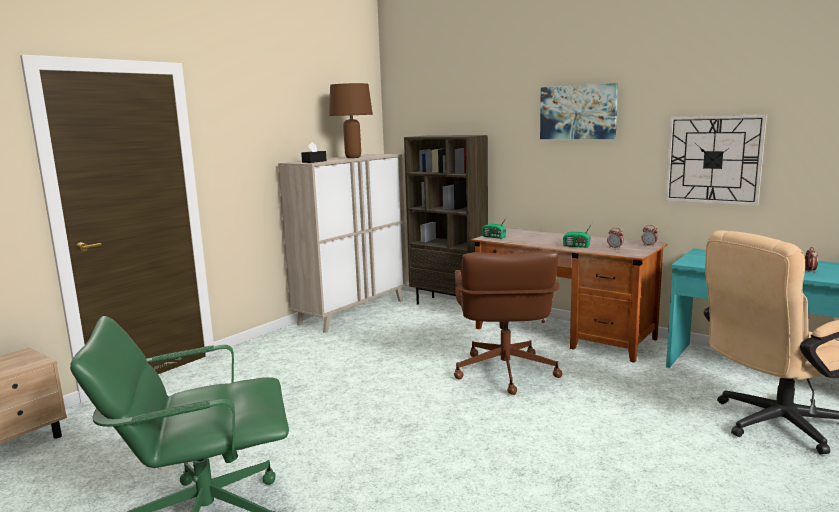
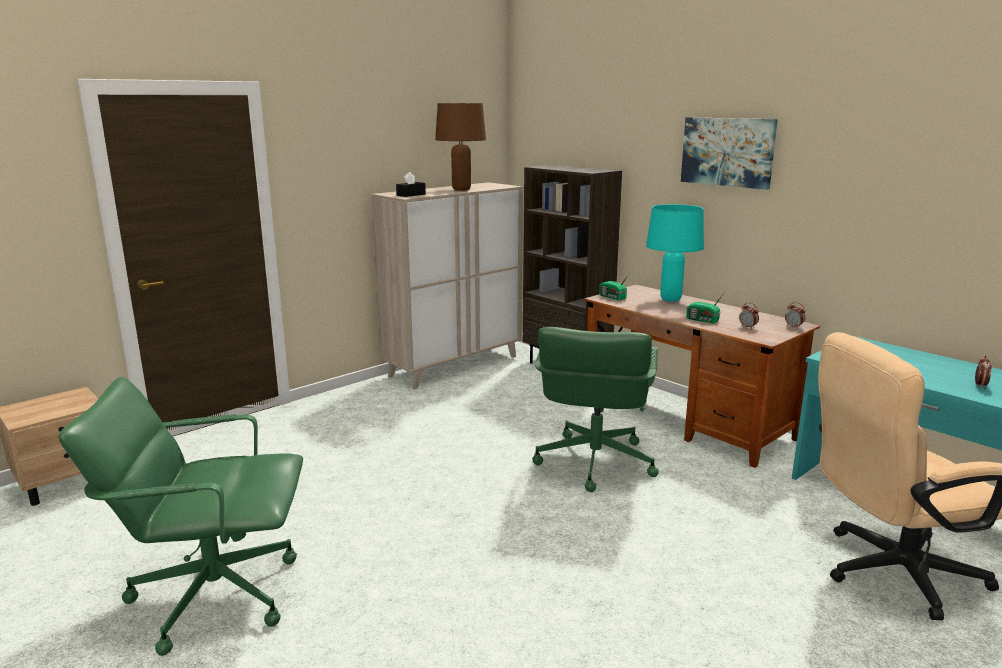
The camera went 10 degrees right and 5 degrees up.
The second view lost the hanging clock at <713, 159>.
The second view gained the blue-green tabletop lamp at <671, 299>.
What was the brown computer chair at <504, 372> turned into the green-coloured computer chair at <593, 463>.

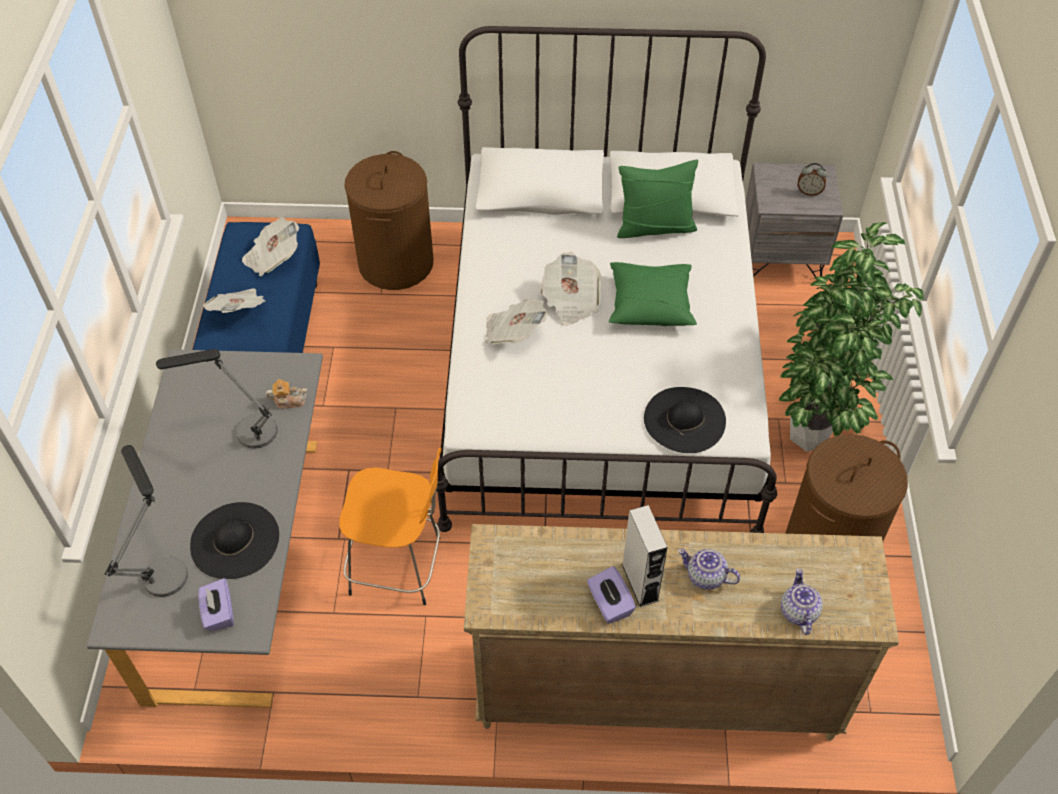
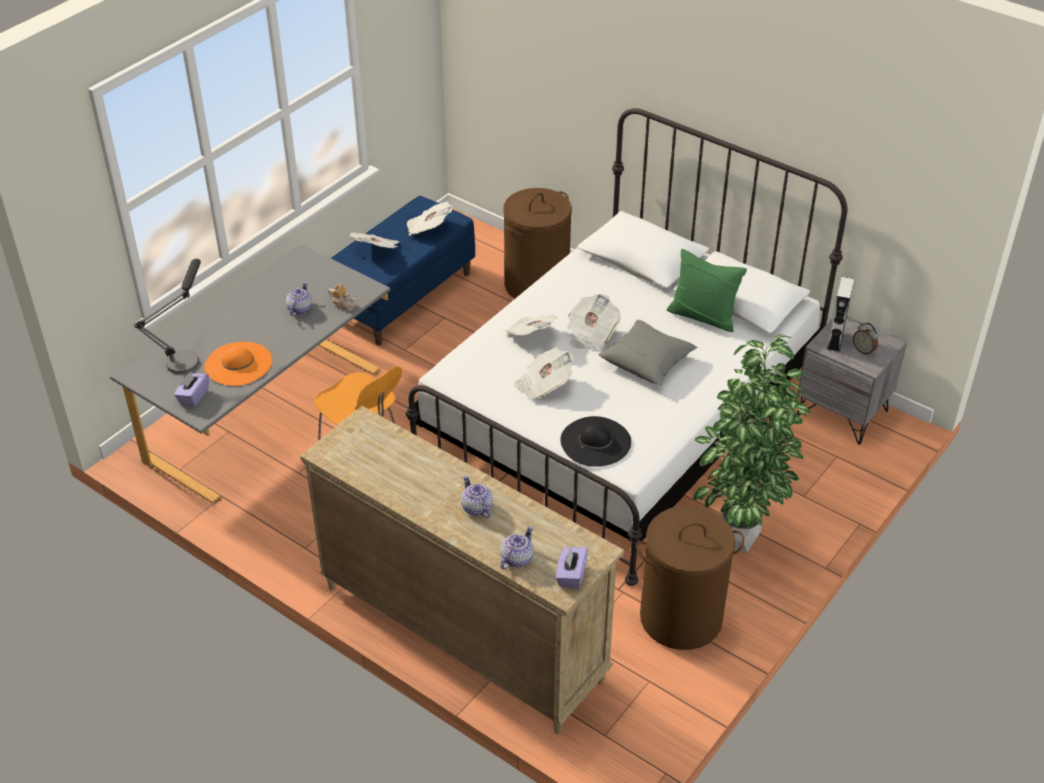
The camera went 35 degrees right and 10 degrees down.
The second view gained the daily paper at <543, 385>.
The purple-coloured tissue holder ended up elsewhere, having gone from <609, 604> to <571, 575>.
The grey audio speaker ended up elsewhere, having gone from <640, 582> to <835, 340>.
Where the tabletop lamp stood at <244, 432>, the pot for tea came to stand at <299, 309>.
What was the black wearable hat at <235, 540> turned into the orange-coloured wearable hat at <238, 364>.
What was the green-coloured throw pillow at <650, 304> turned into the grey throw pillow at <647, 361>.

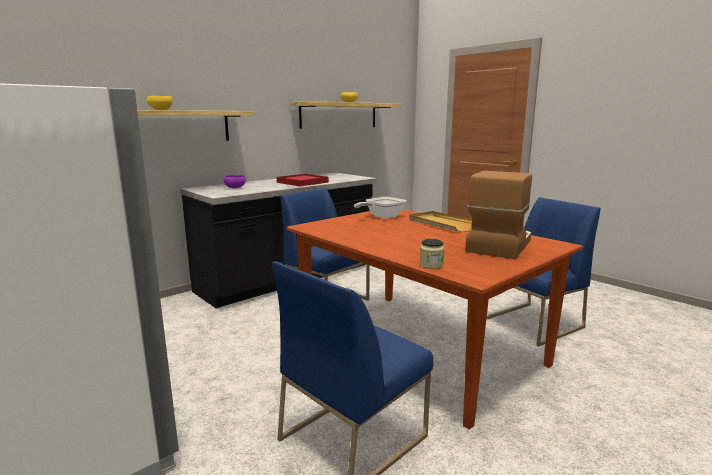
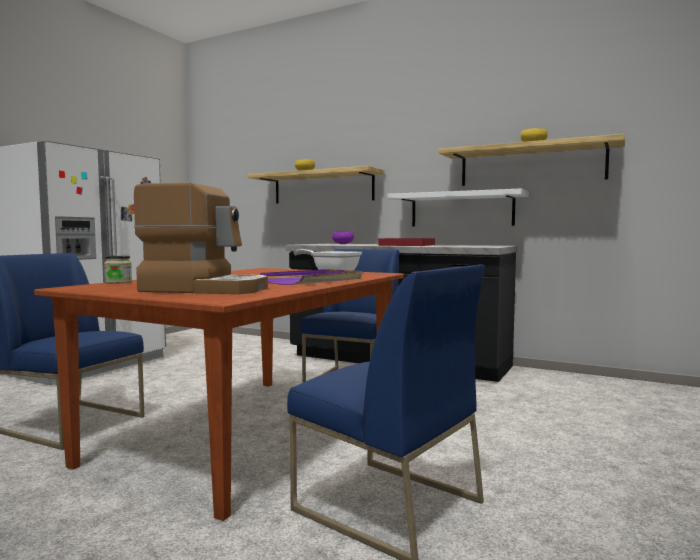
The camera went 70 degrees right and 10 degrees down.
The second view gained the white bracket shelf at <461, 210>.
What was the beige-coloured tray at <443, 224> turned into the purple-coloured tray at <314, 280>.

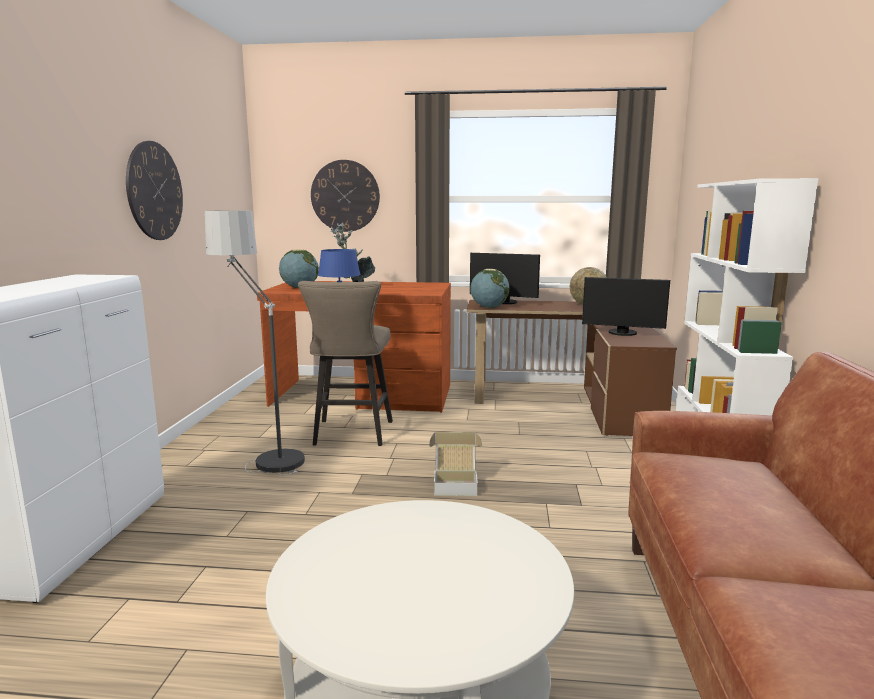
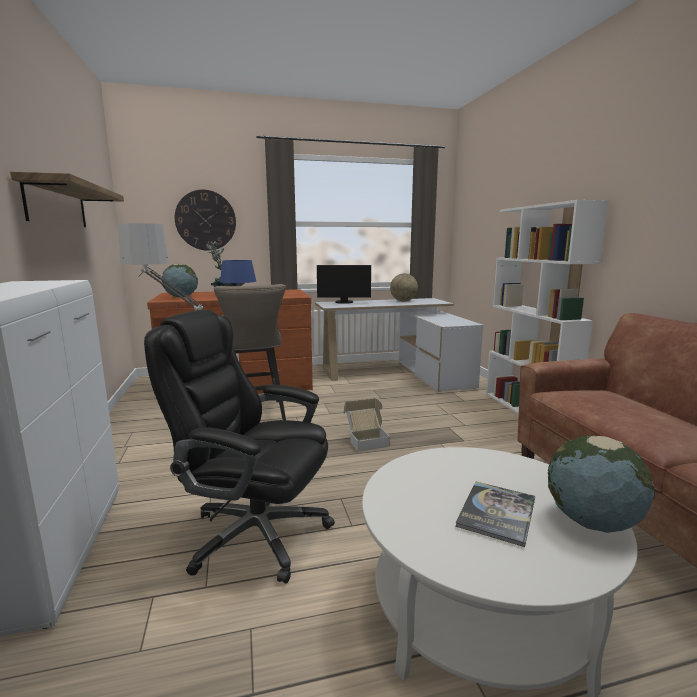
The camera went 20 degrees left and 0 degrees up.
The second view lost the computer screen at <622, 333>.
The second view gained the black computer chair at <254, 533>.
The second view gained the bound book at <497, 513>.
The world globe ended up elsewhere, having gone from <489, 307> to <591, 522>.
Where the hanging clock hung at <155, 191>, the bracket shelf came to hang at <57, 205>.
What was the brown desk unit at <572, 403> turned into the white desk unit at <399, 373>.

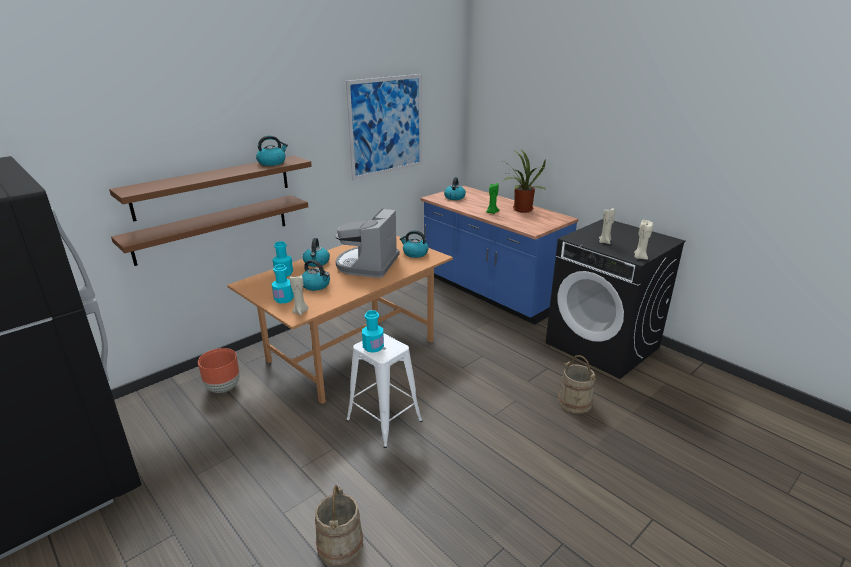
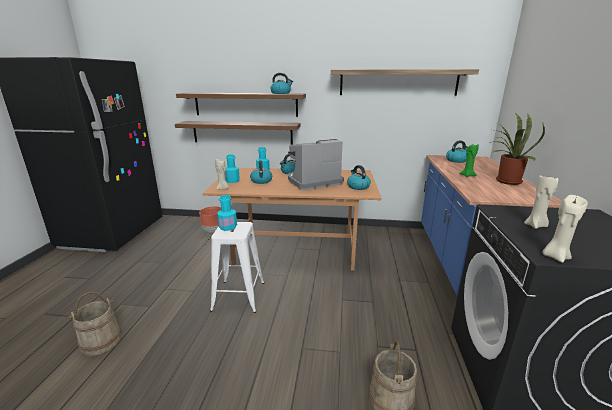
The camera went 50 degrees right and 5 degrees down.
Where the wall art hung at <386, 126>, the bracket shelf came to hang at <398, 82>.

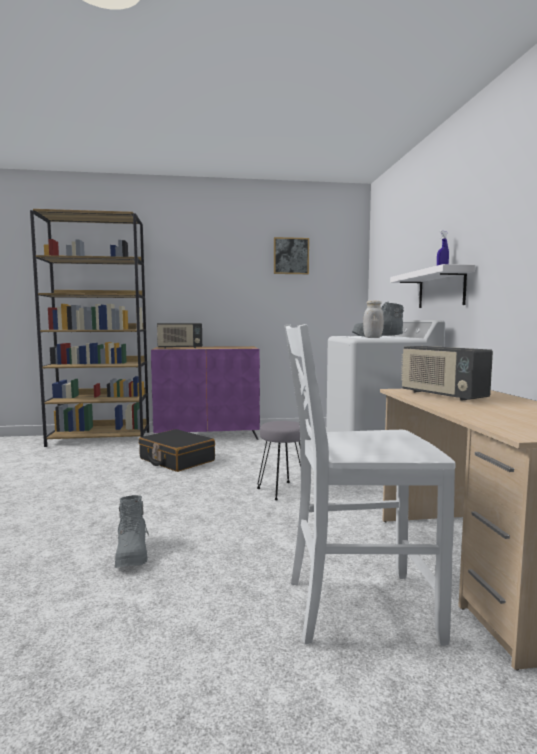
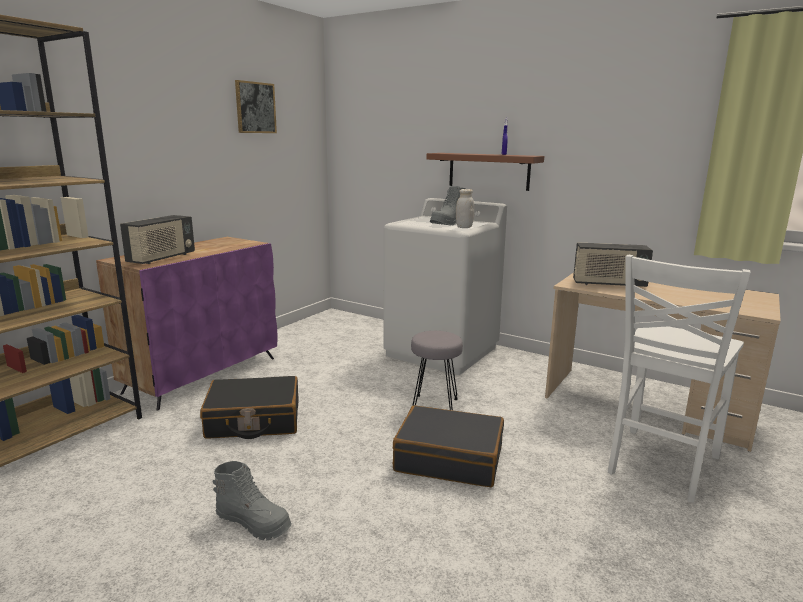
The camera went 50 degrees left and 10 degrees up.
The second view gained the black travel case at <449, 459>.
The grey boot ended up elsewhere, having gone from <132, 554> to <254, 522>.
What was the white bracket shelf at <441, 289> turned into the brown bracket shelf at <488, 171>.

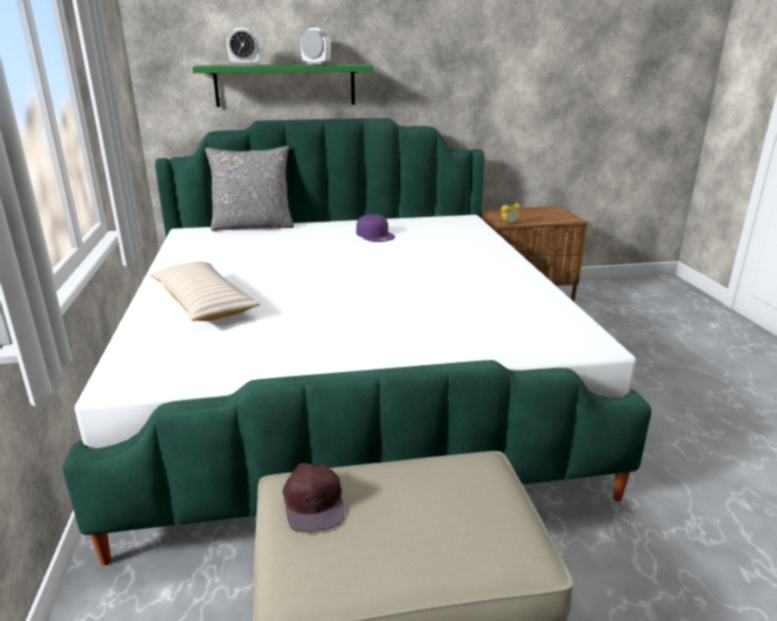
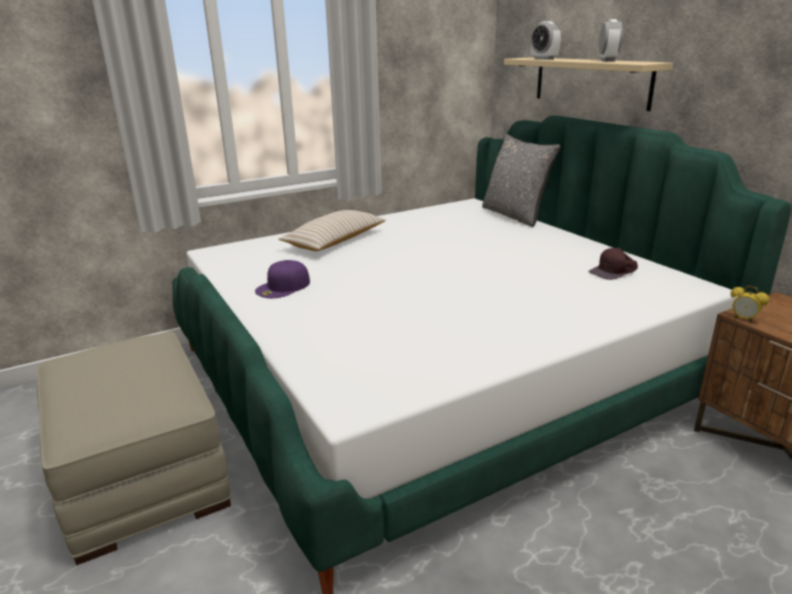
The camera went 70 degrees right and 0 degrees up.
The brown cap ended up elsewhere, having gone from <314, 501> to <614, 271>.
The purple-coloured cap ended up elsewhere, having gone from <375, 235> to <283, 287>.
What was the green-coloured bracket shelf at <285, 85> turned into the beige-coloured bracket shelf at <591, 82>.

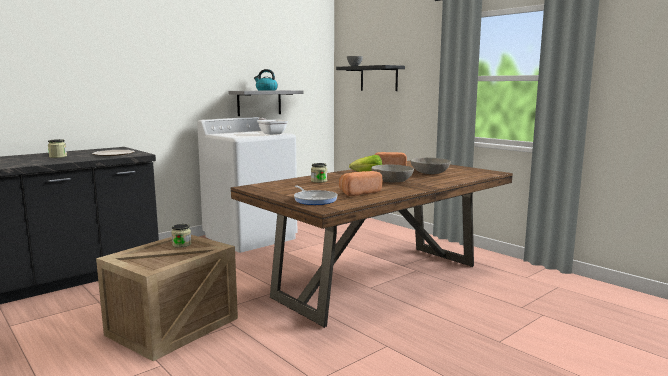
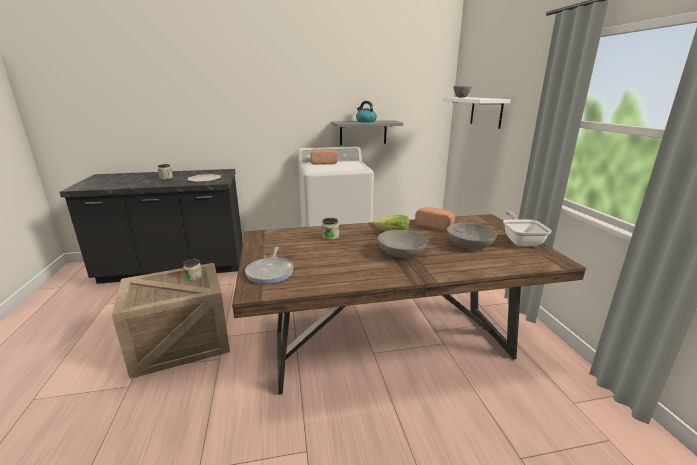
The camera went 30 degrees right and 10 degrees up.
The skillet ended up elsewhere, having gone from <271, 133> to <521, 241>.
The bread ended up elsewhere, having gone from <358, 193> to <324, 163>.
What was the black bracket shelf at <379, 78> turned into the white bracket shelf at <486, 112>.

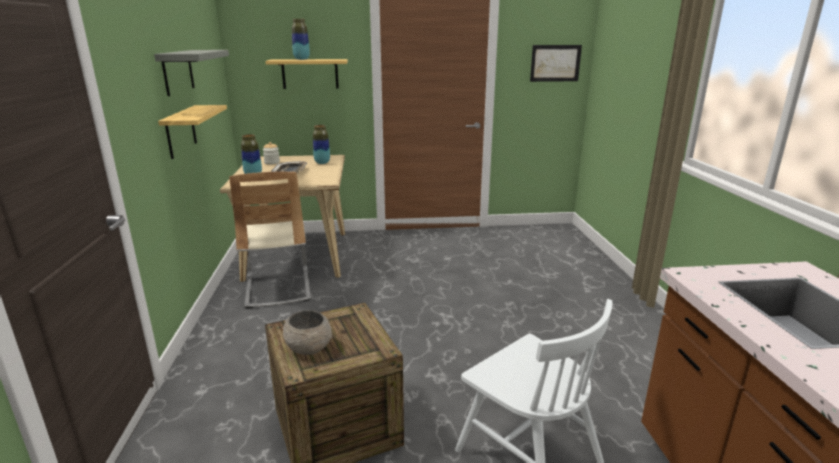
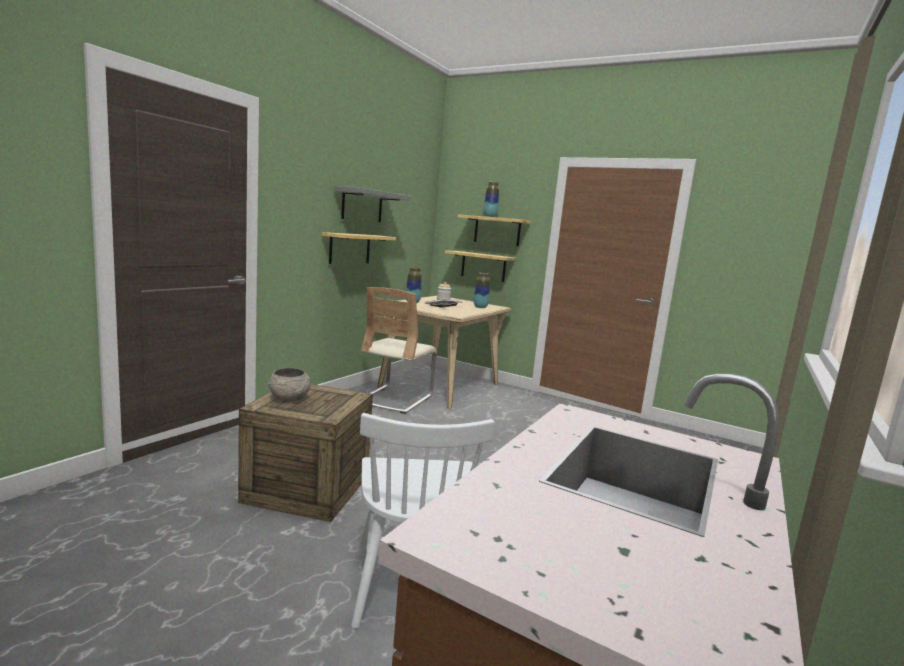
The camera went 35 degrees right and 10 degrees down.
The second view lost the wall art at <555, 63>.
The second view gained the bracket shelf at <483, 266>.

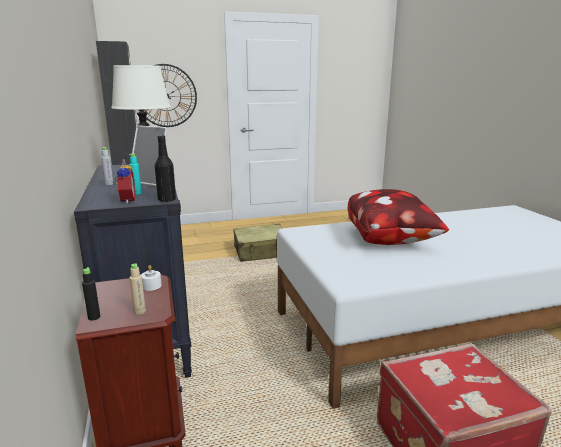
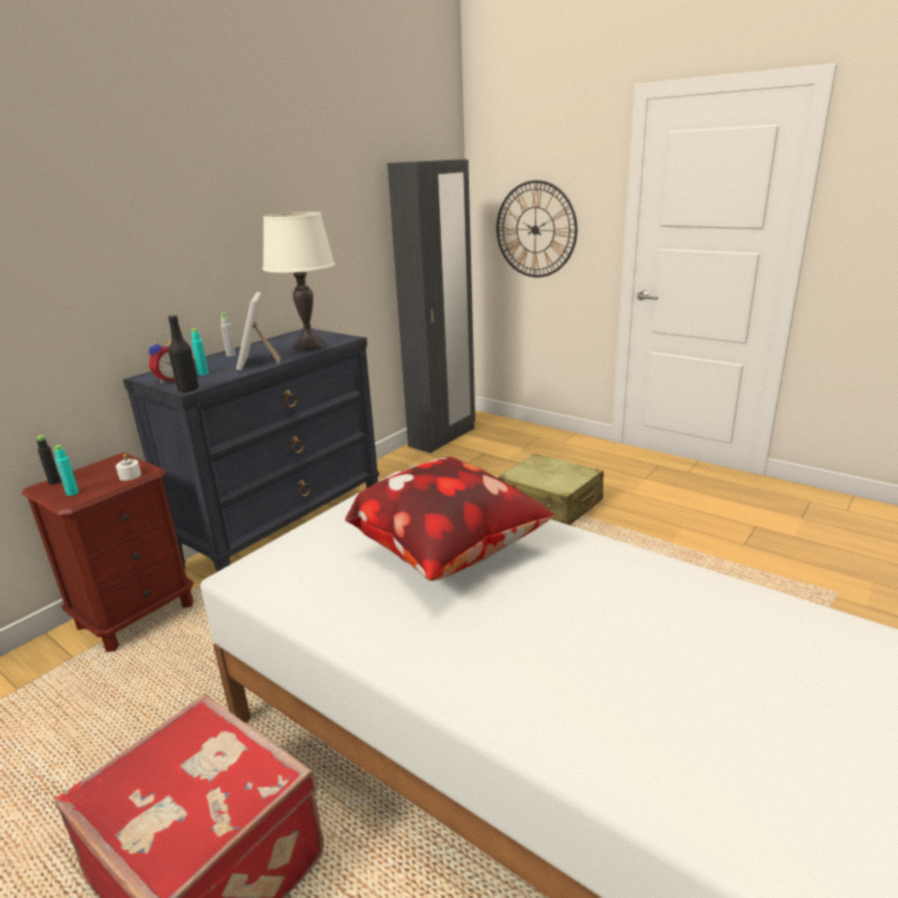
The camera went 55 degrees right and 5 degrees up.
What was the beige-coloured drink bottle at <139, 311> turned into the blue-green drink bottle at <72, 493>.

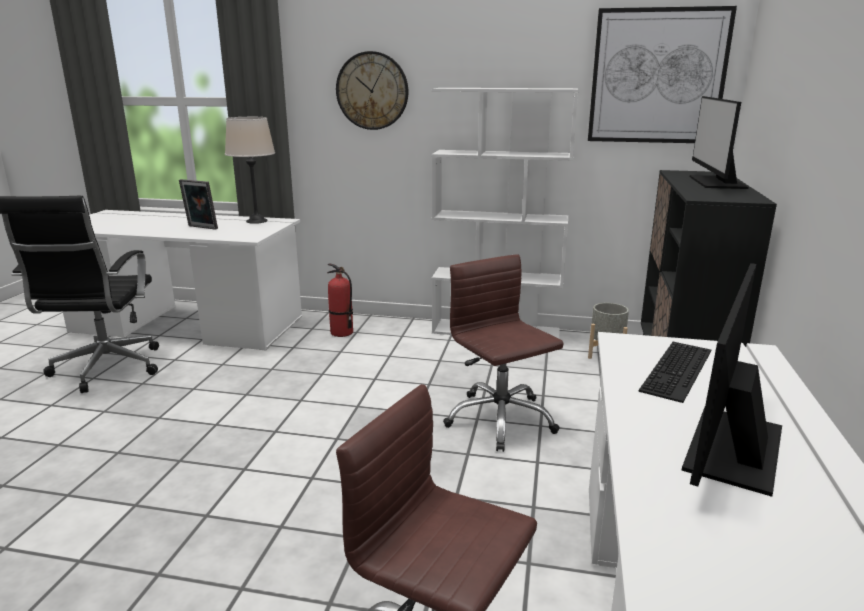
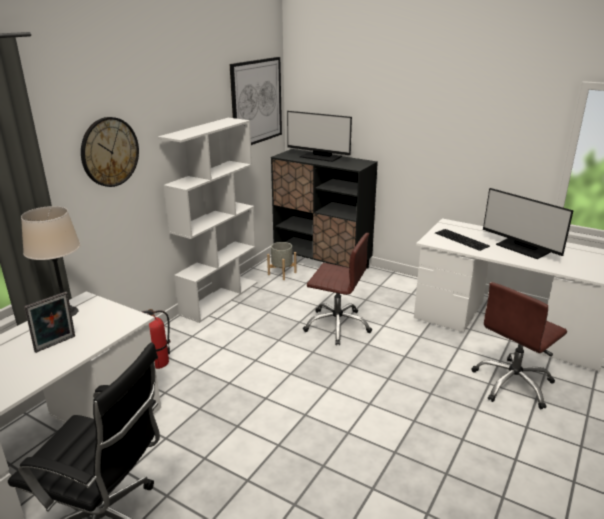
The camera went 70 degrees left and 5 degrees up.
The brown computer chair at <499, 420> ended up facing another way, 150 degrees counterclockwise from before.

